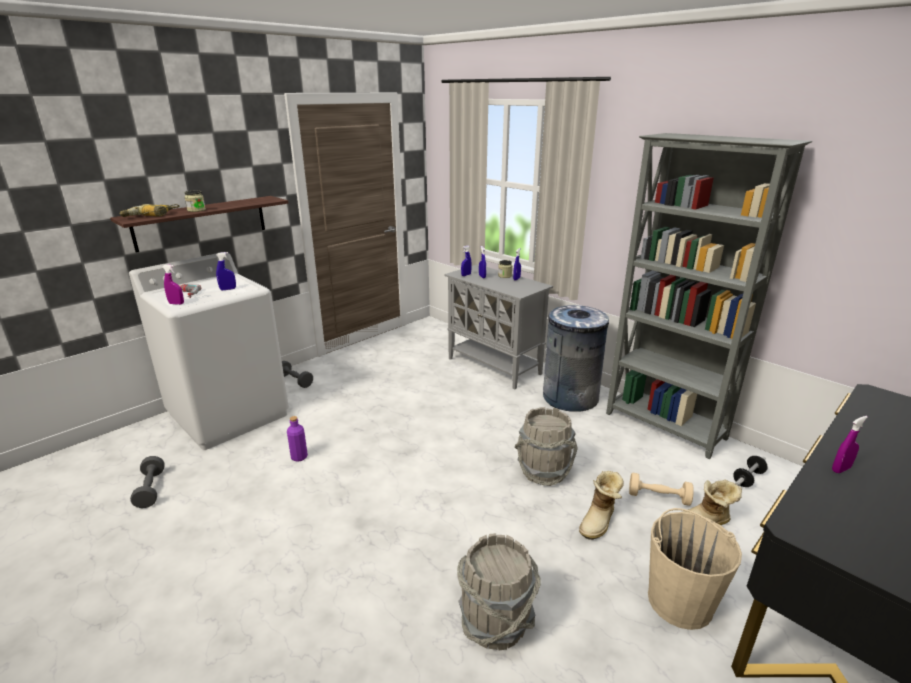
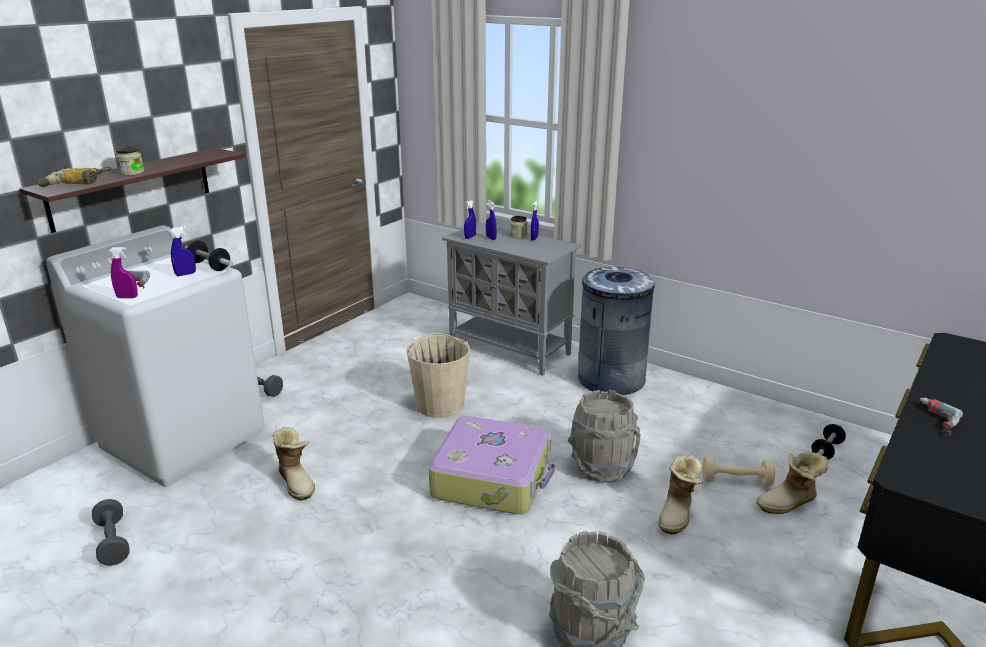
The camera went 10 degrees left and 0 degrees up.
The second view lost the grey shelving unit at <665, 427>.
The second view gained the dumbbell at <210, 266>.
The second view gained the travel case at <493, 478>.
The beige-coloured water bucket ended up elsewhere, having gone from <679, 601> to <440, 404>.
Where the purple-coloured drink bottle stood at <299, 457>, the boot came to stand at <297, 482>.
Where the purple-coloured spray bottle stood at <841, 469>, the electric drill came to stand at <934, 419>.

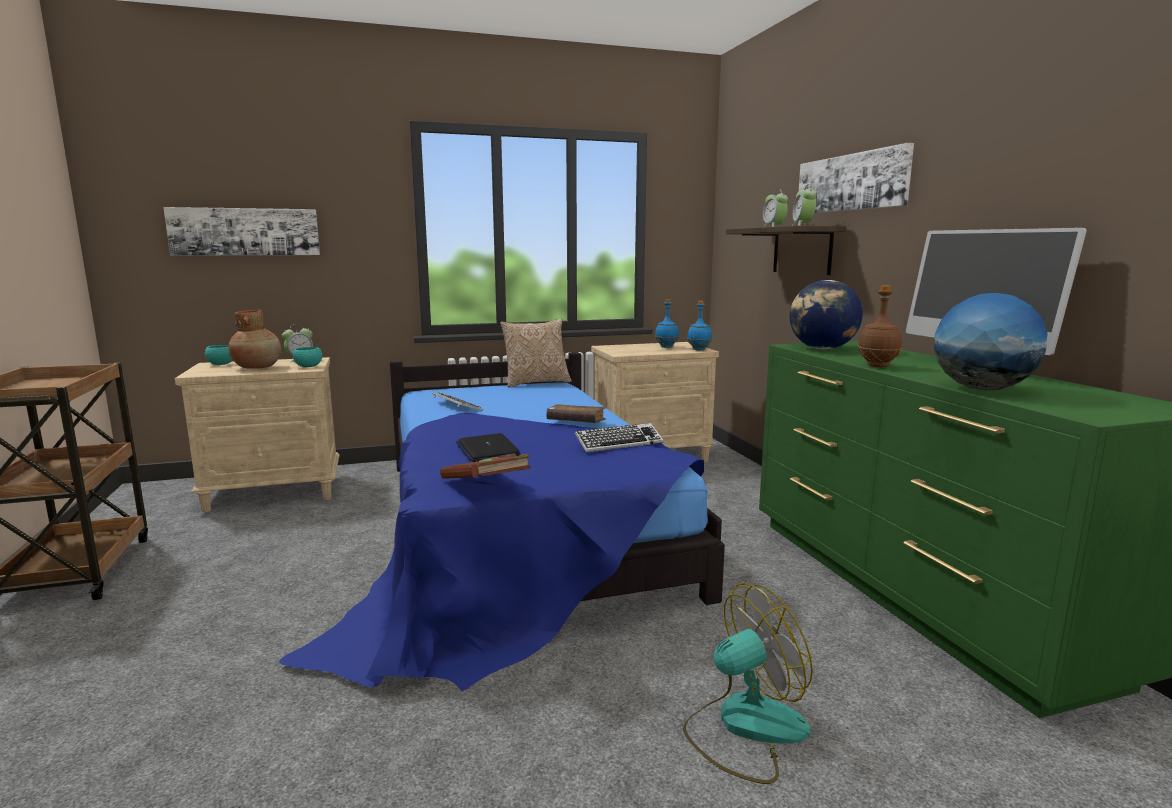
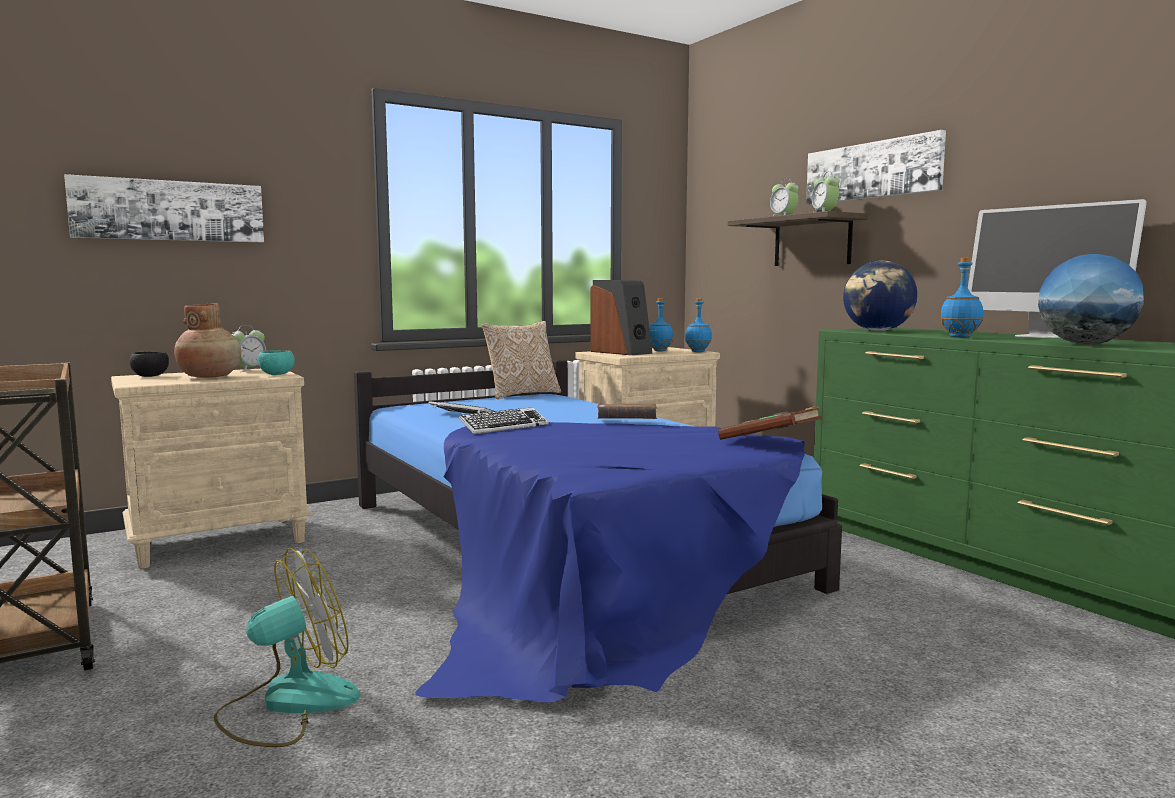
The camera went 15 degrees left and 5 degrees down.
The second view lost the laptop at <487, 450>.
The second view gained the audio speaker at <621, 352>.
The brown bound book ended up elsewhere, having gone from <486, 486> to <769, 442>.
The computer keyboard ended up elsewhere, having gone from <619, 443> to <504, 427>.
The cooling fan ended up elsewhere, having gone from <744, 727> to <288, 704>.
What was the blue-green serving bowl at <221, 364> turned into the black serving bowl at <150, 376>.
What was the brown drink bottle at <877, 366> turned into the bluish drink bottle at <959, 337>.

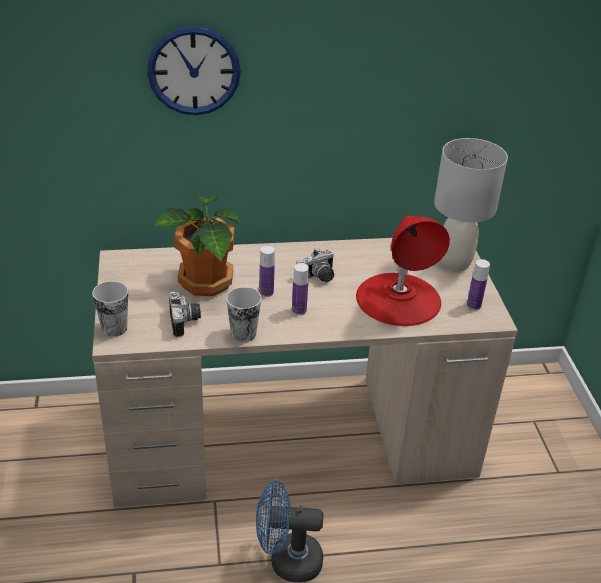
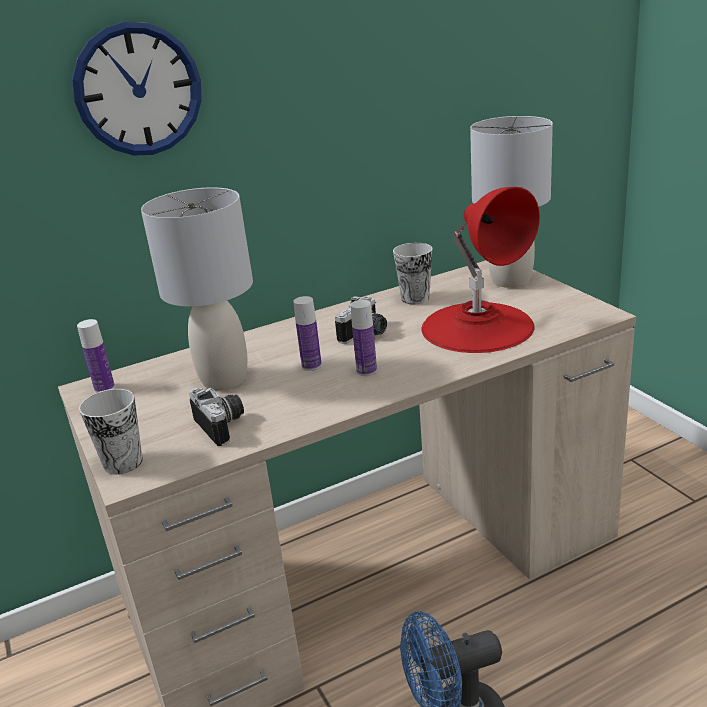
The camera went 15 degrees left and 10 degrees down.
The drinking cup ended up elsewhere, having gone from <243, 334> to <415, 298>.
The drink bottle ended up elsewhere, having gone from <473, 305> to <104, 388>.
Where the potted plant stood at <205, 283>, the grey tabletop lamp came to stand at <224, 379>.

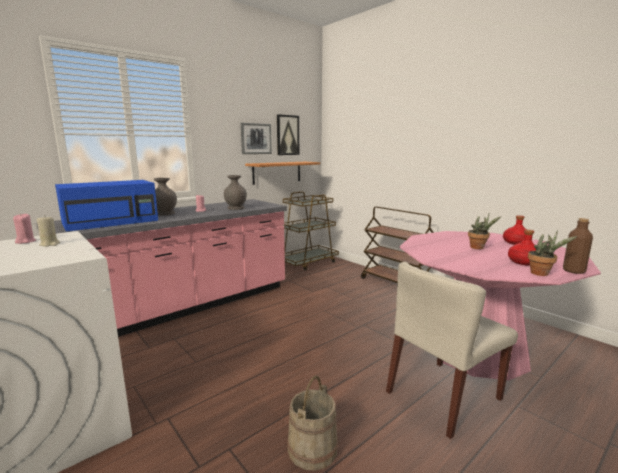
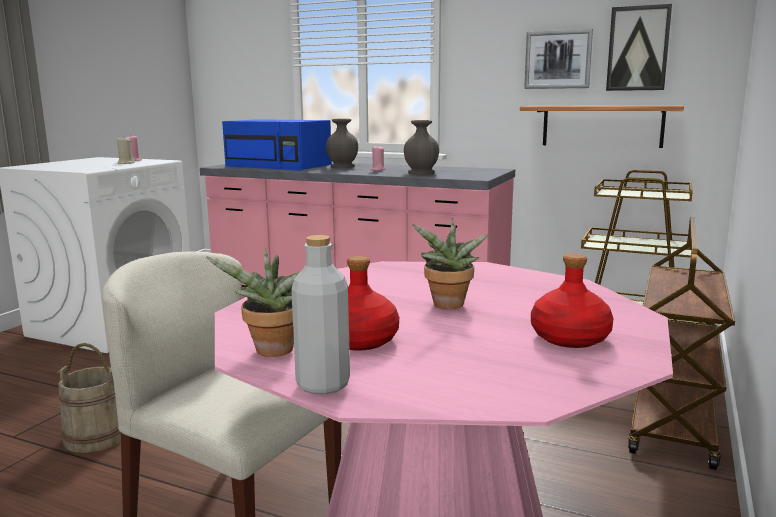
The camera went 65 degrees right and 0 degrees up.
What was the brown drink bottle at <573, 271> turned into the grey drink bottle at <323, 384>.

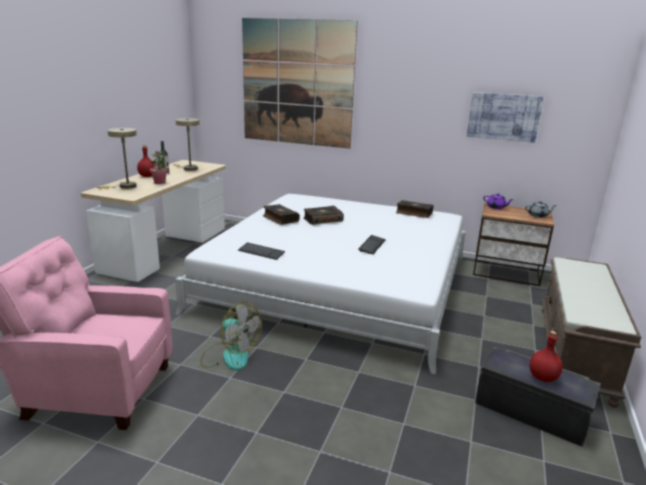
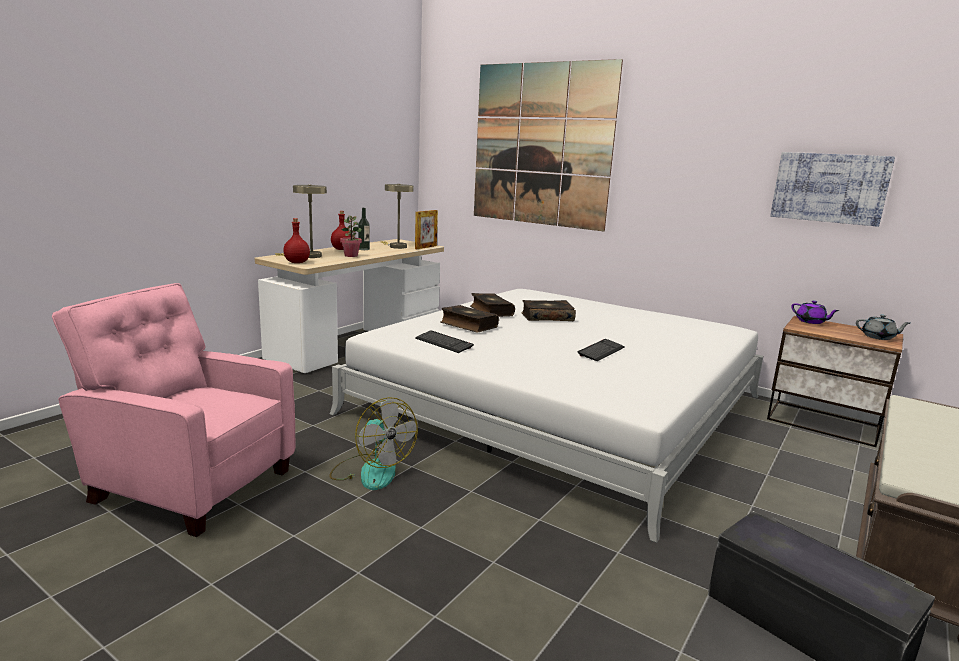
The camera went 15 degrees right and 5 degrees down.
The second view gained the standing frame at <426, 247>.
The bound book ended up elsewhere, having gone from <414, 213> to <468, 325>.
The reddish drink bottle ended up elsewhere, having gone from <542, 377> to <297, 262>.

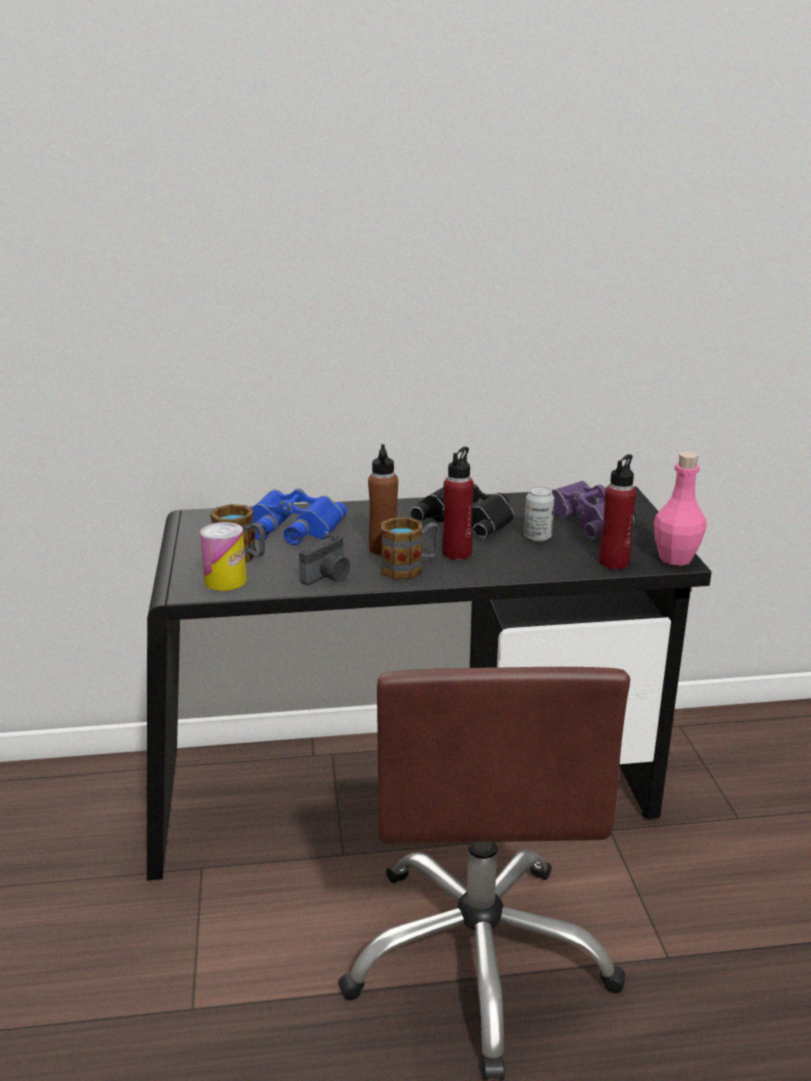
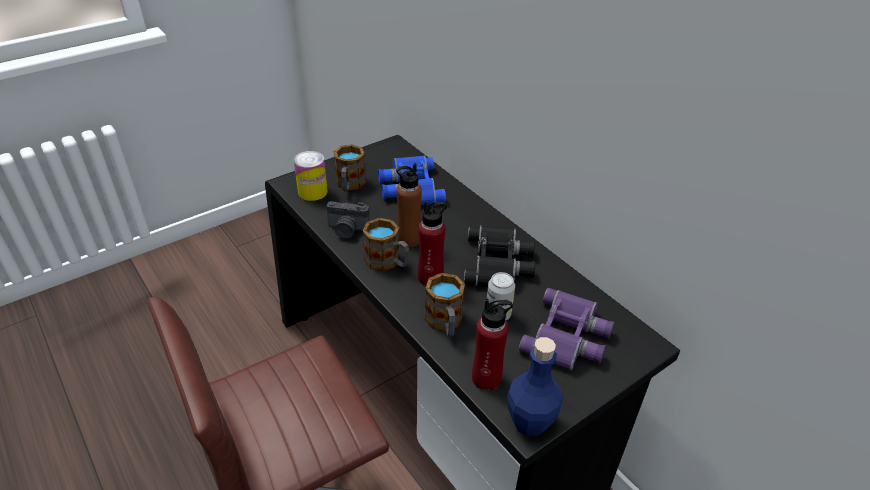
The camera went 60 degrees right and 15 degrees up.
The second view gained the tea mug at <445, 323>.
What was the pink-coloured drink bottle at <675, 558> turned into the bluish drink bottle at <529, 422>.

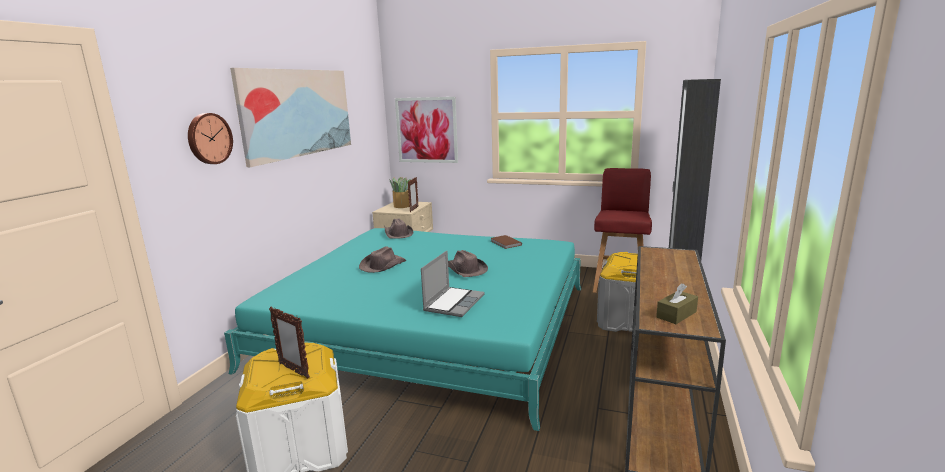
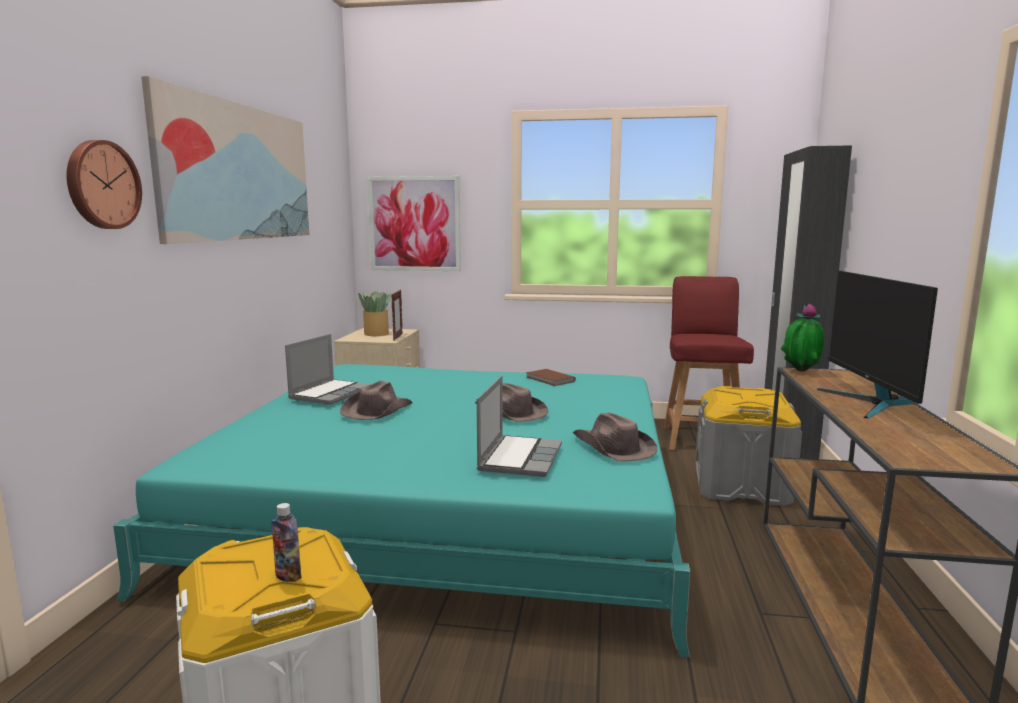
The camera went 10 degrees left and 5 degrees down.
The second view lost the brown tissue holder at <676, 314>.
The second view gained the laptop at <330, 393>.
The second view gained the potted plant at <800, 372>.
The second view gained the computer screen at <871, 403>.
The brown wearable hat ended up elsewhere, having gone from <398, 234> to <613, 448>.
Where the standing frame stood at <294, 370>, the drink bottle came to stand at <288, 576>.

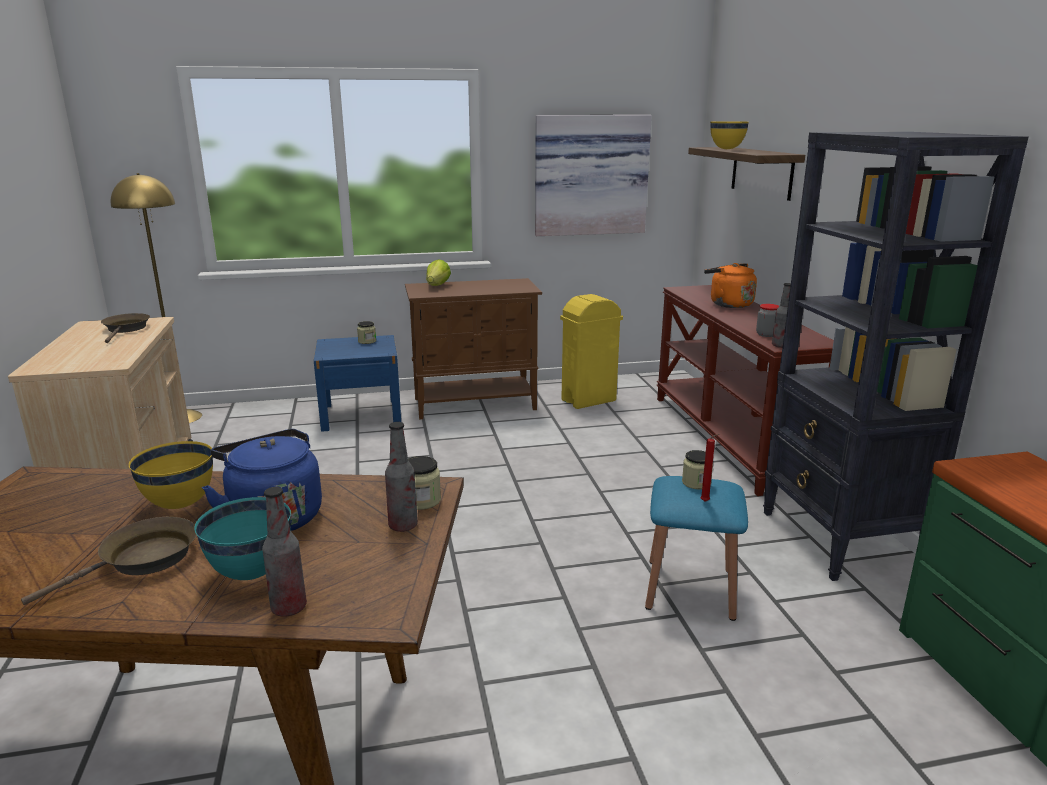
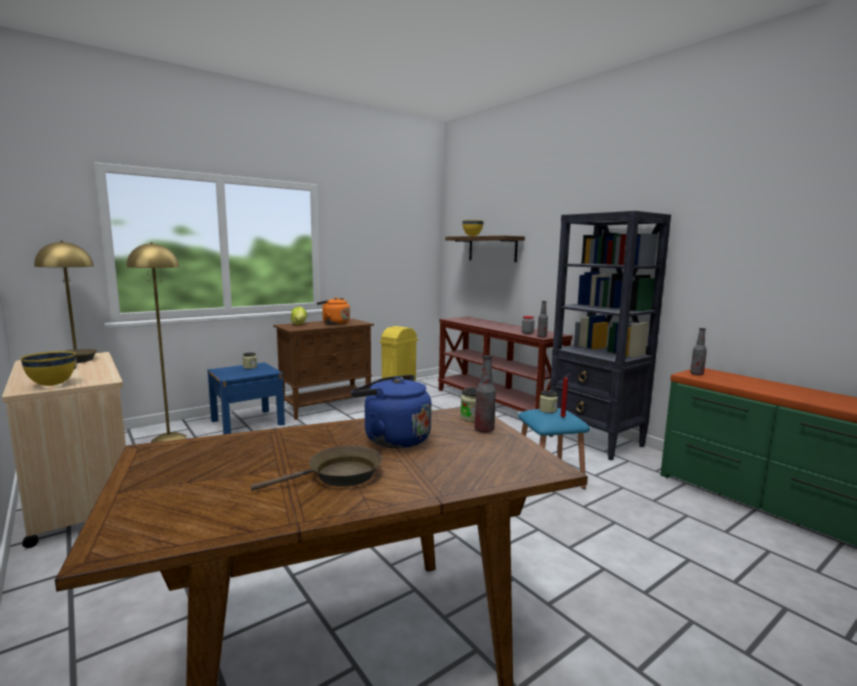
The camera went 25 degrees left and 10 degrees down.
The second view lost the blue-green serving bowl at <251, 573>.
The second view lost the wall art at <590, 175>.
The second view gained the yellow standing lamp at <169, 439>.
The yellow serving bowl ended up elsewhere, having gone from <180, 504> to <52, 385>.
The drink bottle ended up elsewhere, having gone from <289, 608> to <696, 374>.
The orange-coloured kettle ended up elsewhere, having gone from <728, 304> to <334, 323>.
The brown skillet at <142, 560> ended up facing another way, 45 degrees clockwise from before.

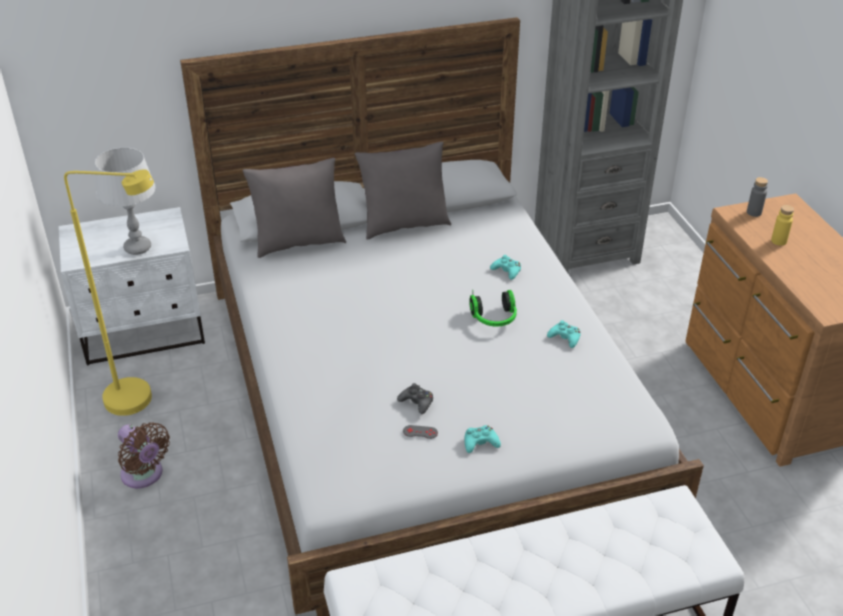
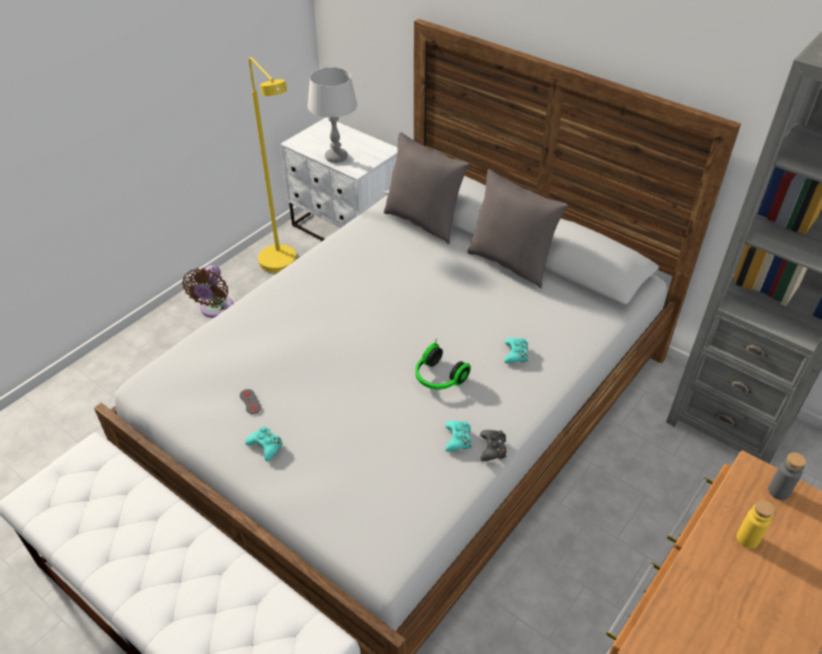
The camera went 55 degrees right and 5 degrees up.
The black joypad ended up elsewhere, having gone from <417, 402> to <493, 448>.

